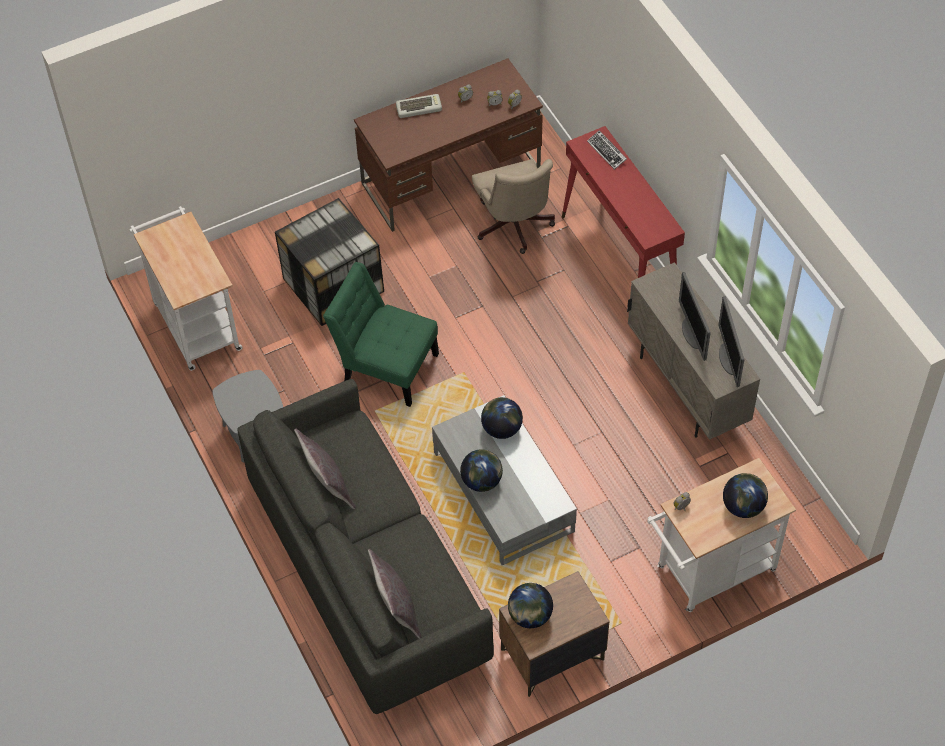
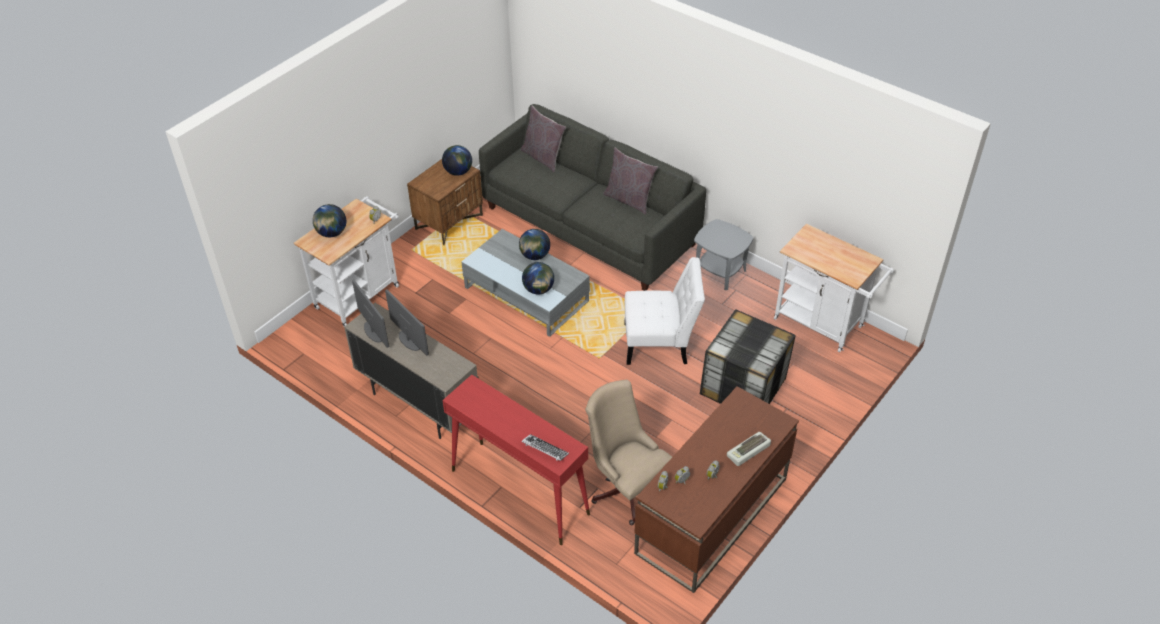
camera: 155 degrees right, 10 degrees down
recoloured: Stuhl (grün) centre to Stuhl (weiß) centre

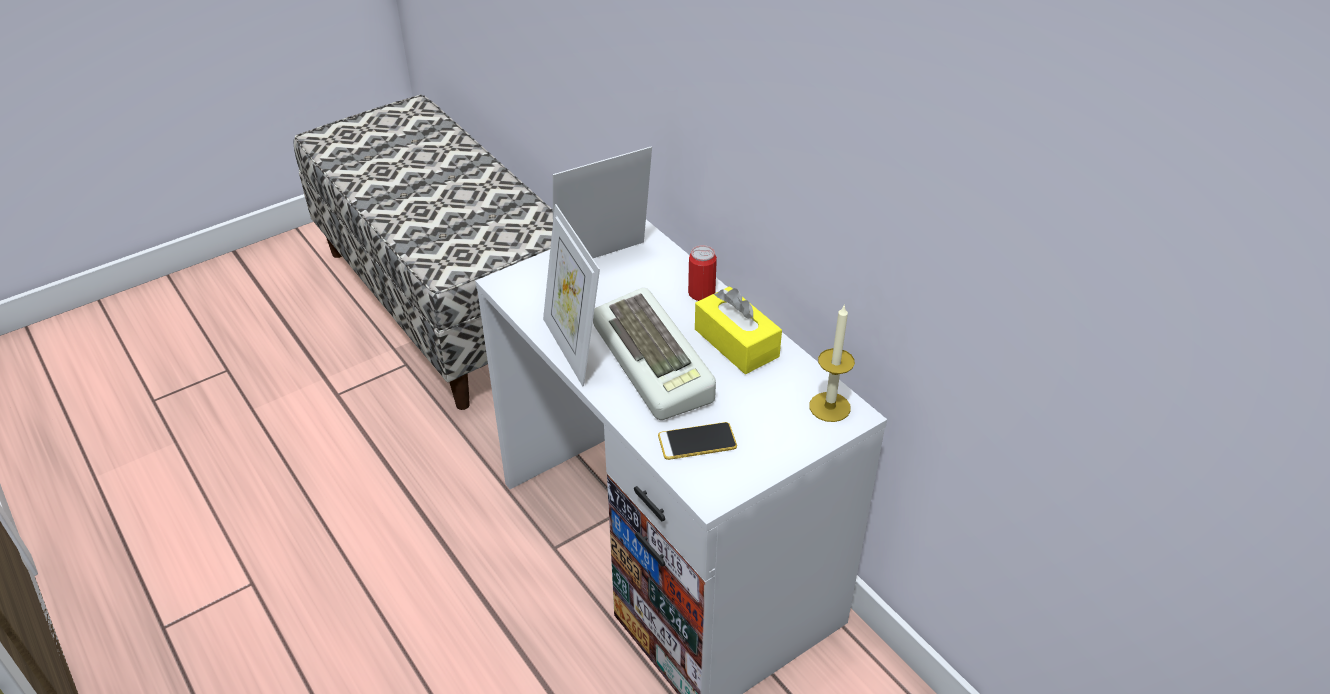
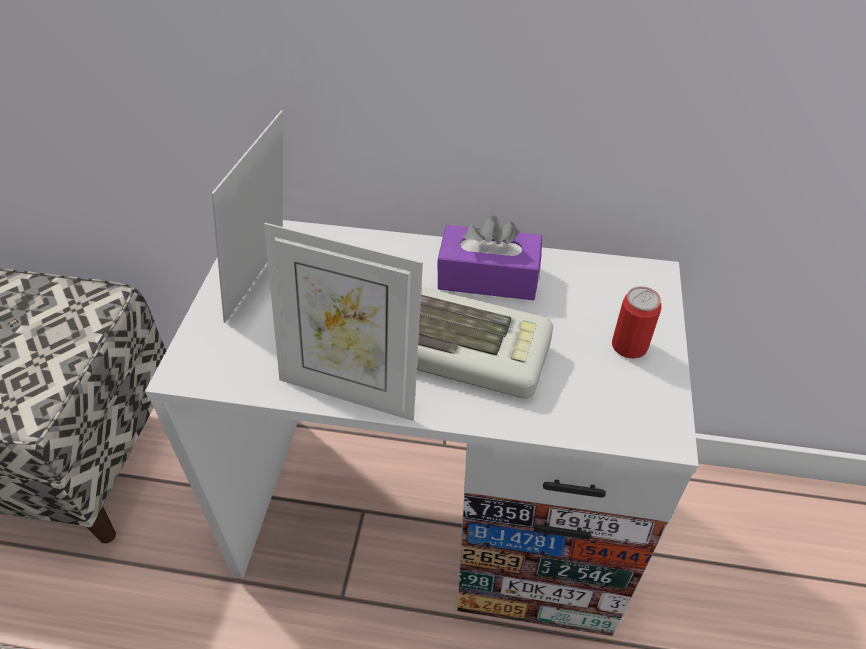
camera: 45 degrees left, 5 degrees up
removed: Handy centre; Kerze centre
moved: Dose centre to middle right
recoloured: Taschentuchbox (gelb) centre to Taschentuchbox (lila) centre

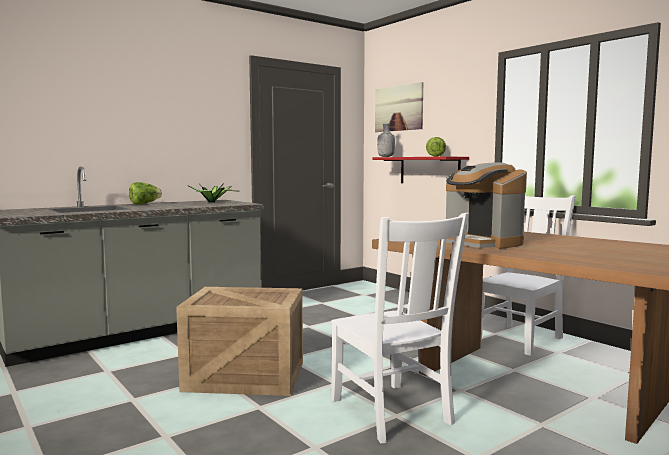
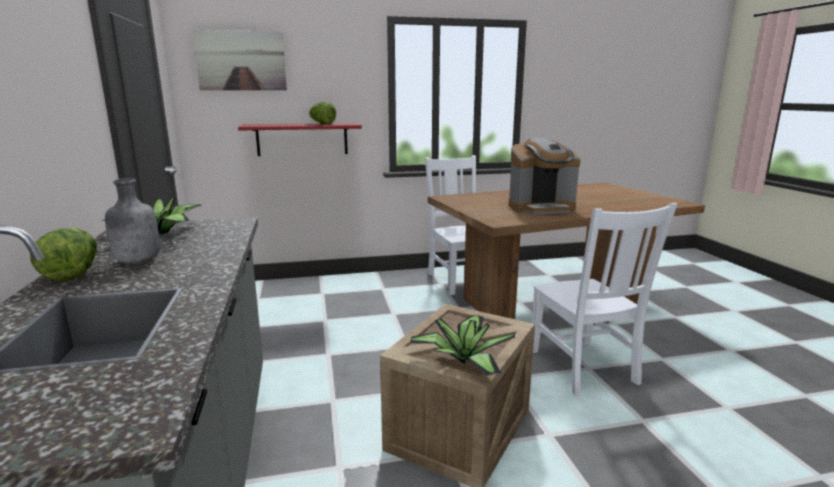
camera: 65 degrees left, 10 degrees up
added: Topfpflanze (2nd from left) bottom centre
moved: Flasche (grau) top centre to middle left
turned: Stuhl (weiß) (1st from left in the first image) bottom centre = middle right 75 degrees clockwise

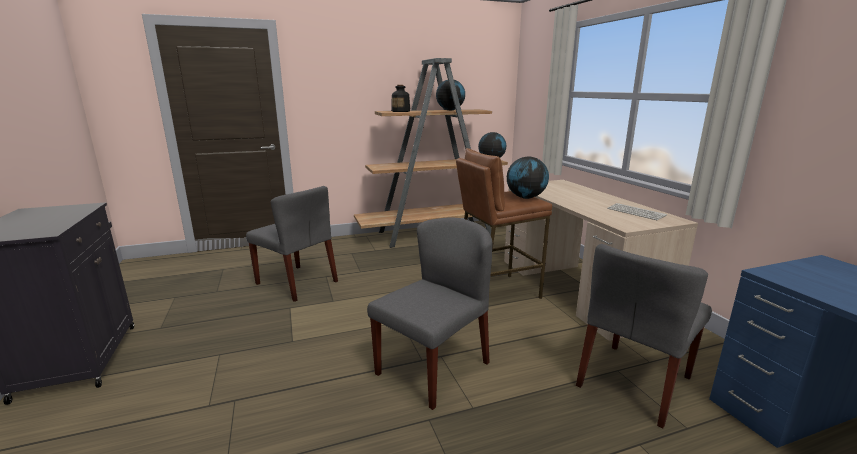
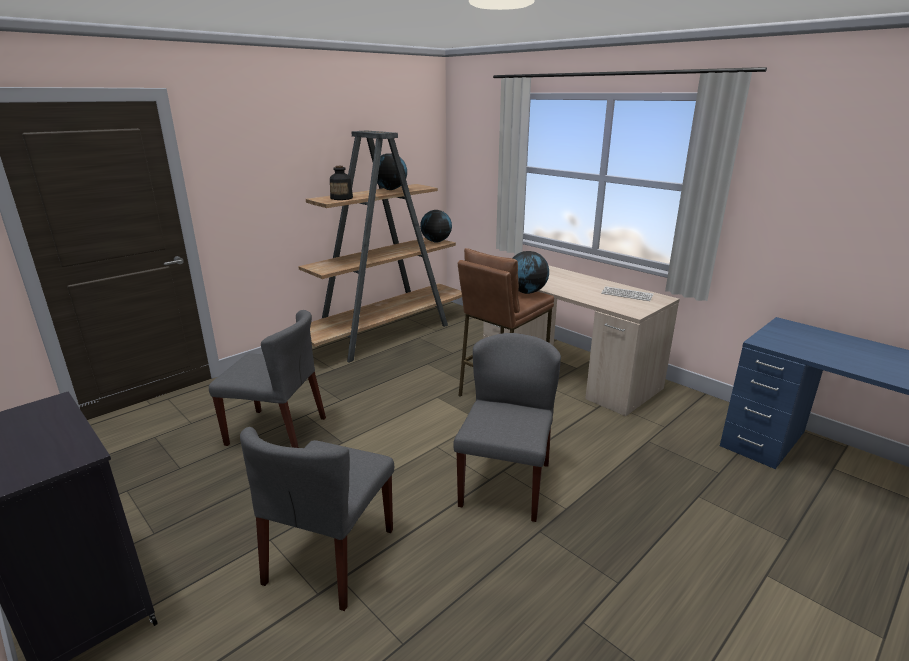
camera: 25 degrees left, 5 degrees up
moved: Stuhl (grau) (3rd from left in the first image) bottom right to Stuhl (grau) (2nd from left) bottom centre

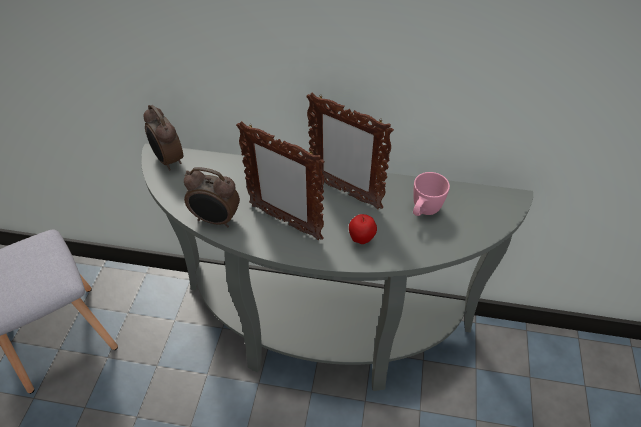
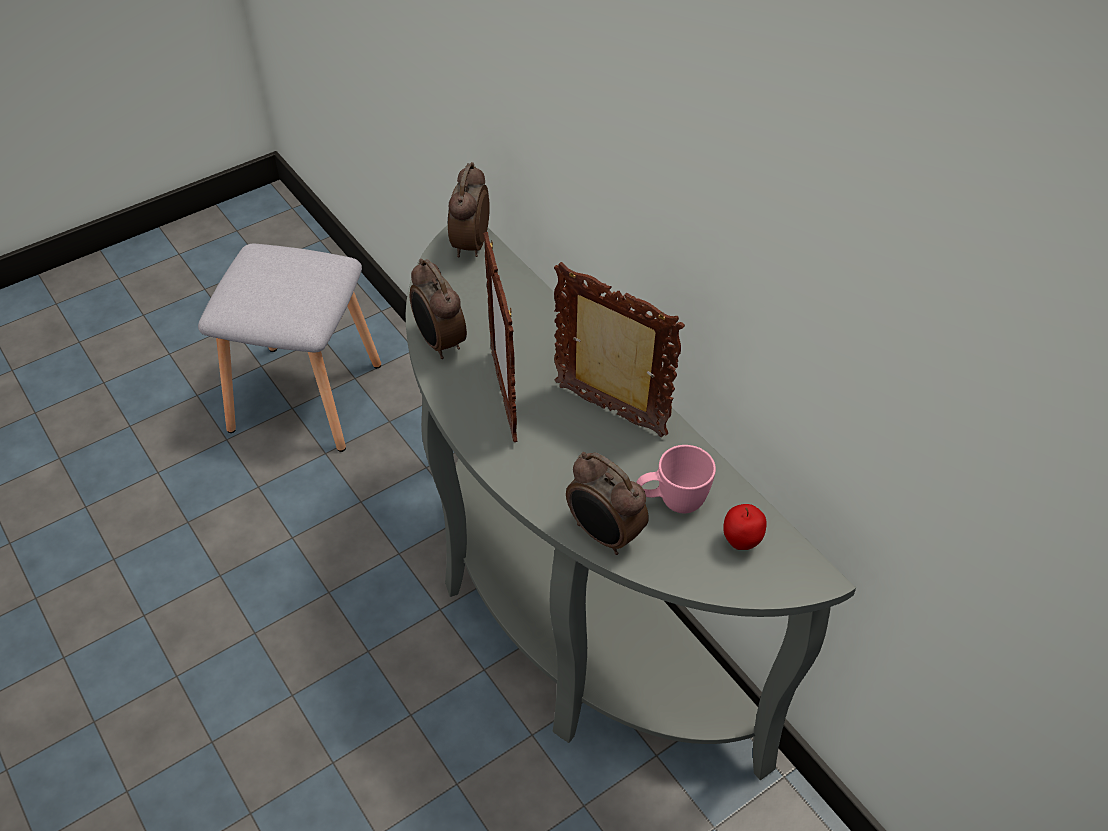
camera: 45 degrees right, 0 degrees up
added: Wecker (3rd from left) centre
moved: Apfel centre to middle right
turned: Bilderrahmen (2nd from left) centre = centre 135 degrees clockwise

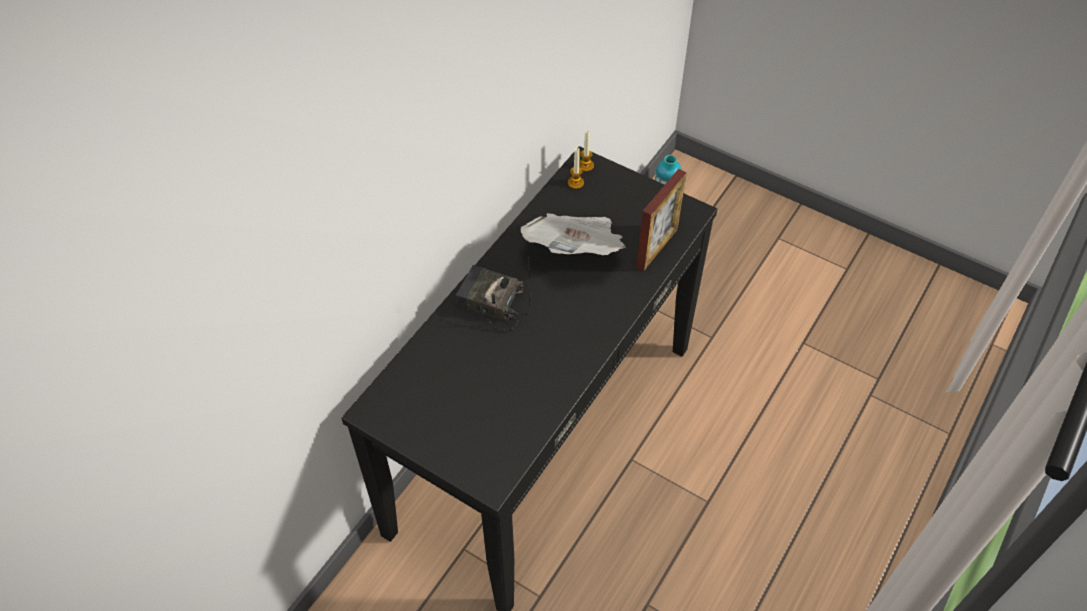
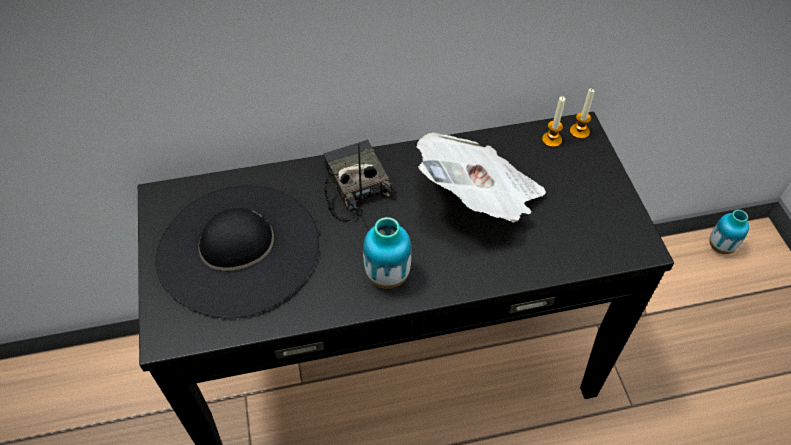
camera: 45 degrees right, 0 degrees up
removed: Bilderrahmen centre
added: Hut (schwarz) middle left; Vase (1st from left) centre

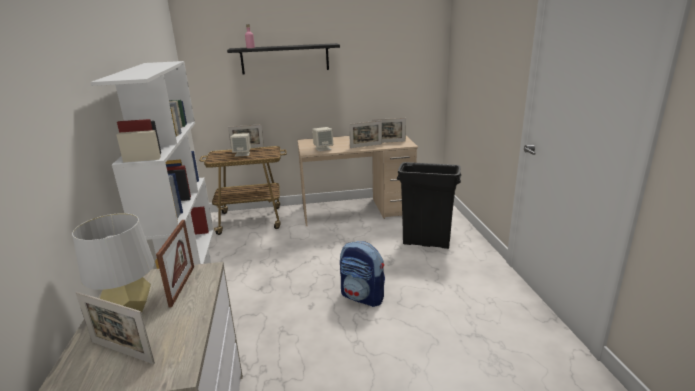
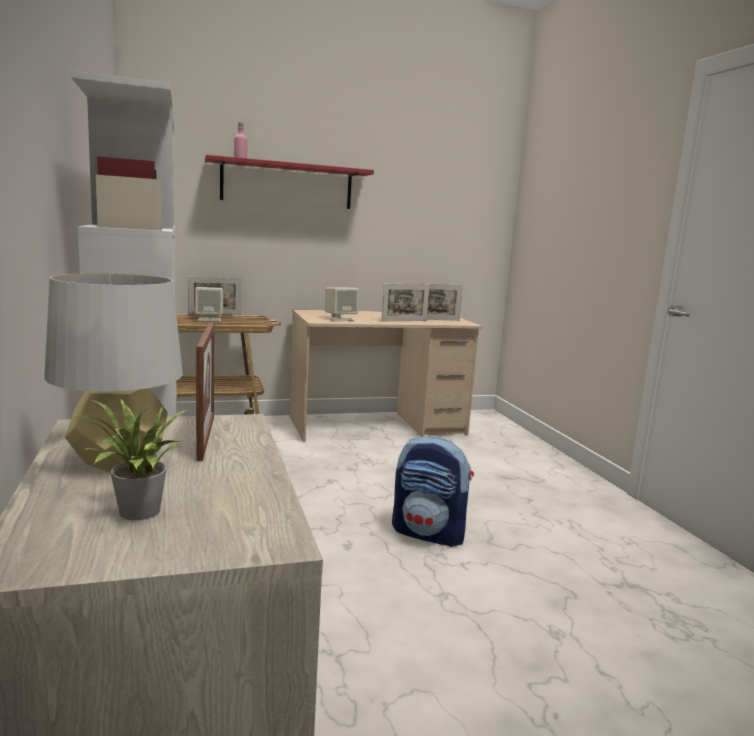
camera: 10 degrees left, 10 degrees down
removed: Mülleimer (schwarz) centre
replaced: Bilderrahmen (1st from left) bottom left to Topfpflanze middle left
recoloured: Wandregal (schwarz) top centre to Wandregal (rot) top centre

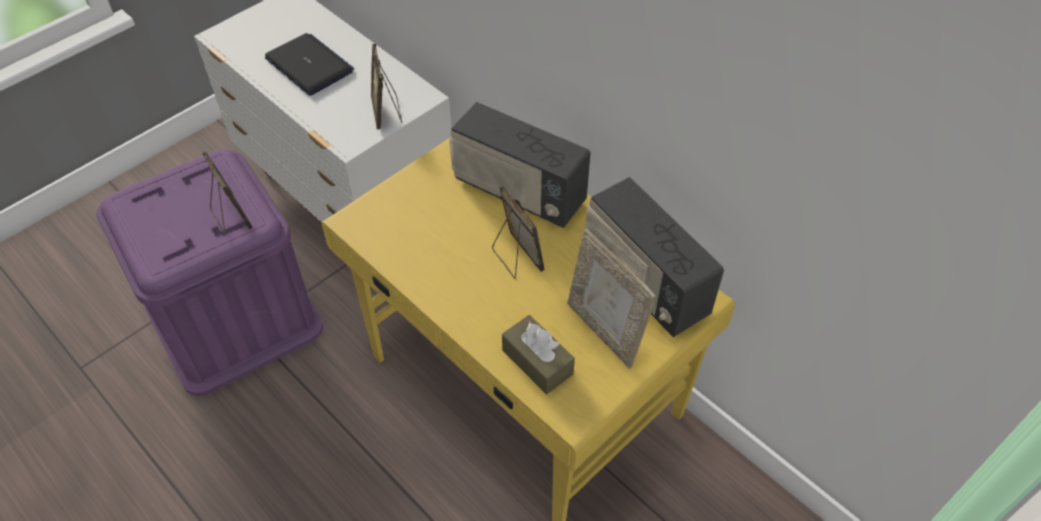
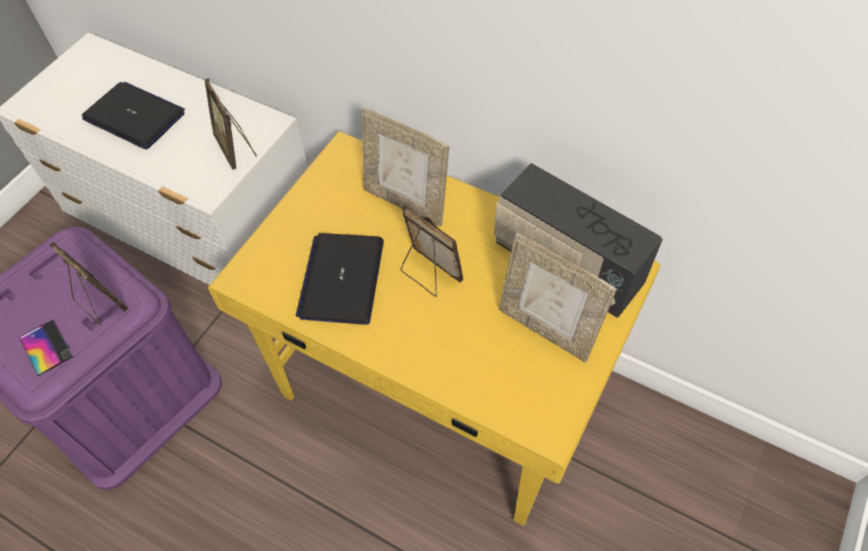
camera: 15 degrees left, 5 degrees up
removed: Taschentuchbox (braun) bottom centre
added: Handy middle left; Laptop (2nd from left) centre
replaced: Radio (1st from left) top centre to Bilderrahmen (3rd from left) top centre

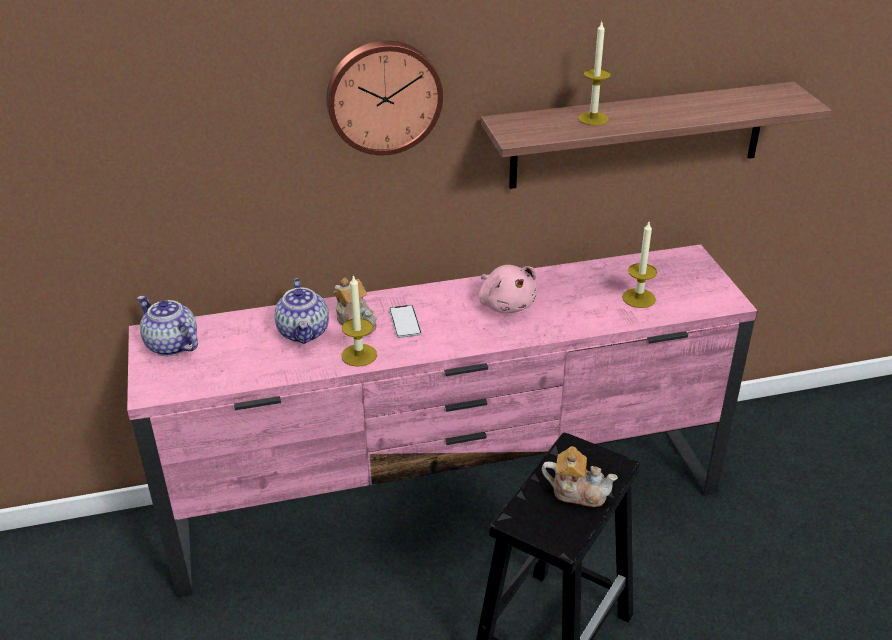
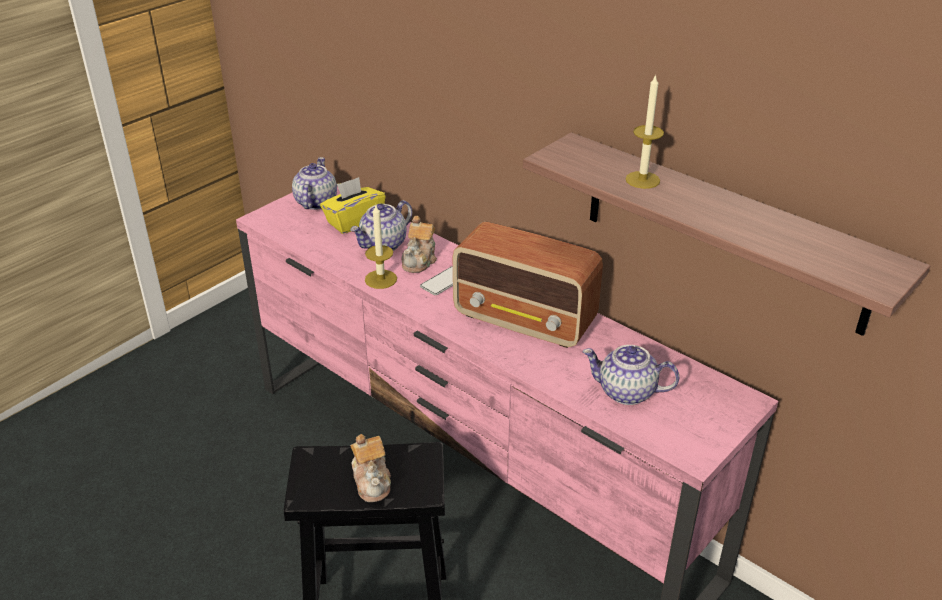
camera: 55 degrees right, 0 degrees up
removed: Wanduhr top centre
added: Taschentuchbox (gelb) centre
replaced: Plüschtier (rosa) centre to Radio centre; Kerze (3rd from left) middle right to Teekanne (5th from left) middle right

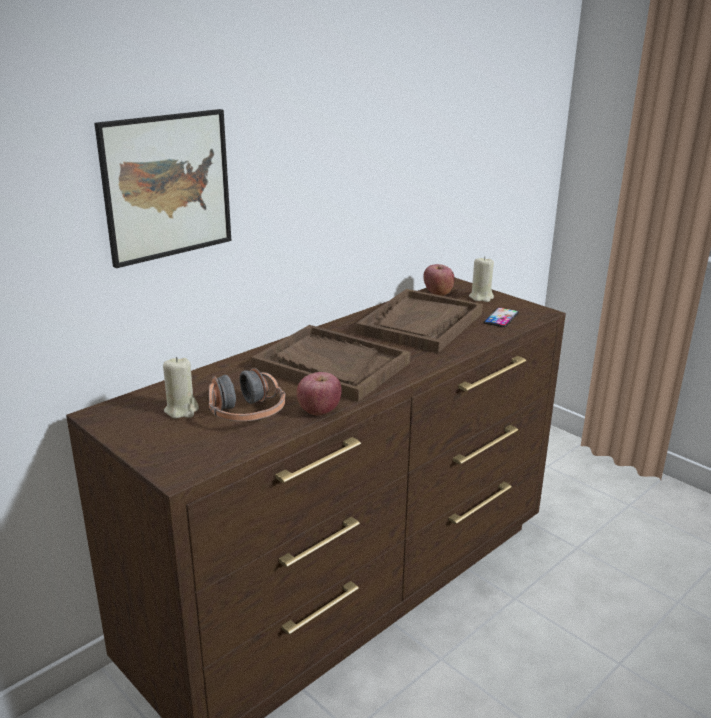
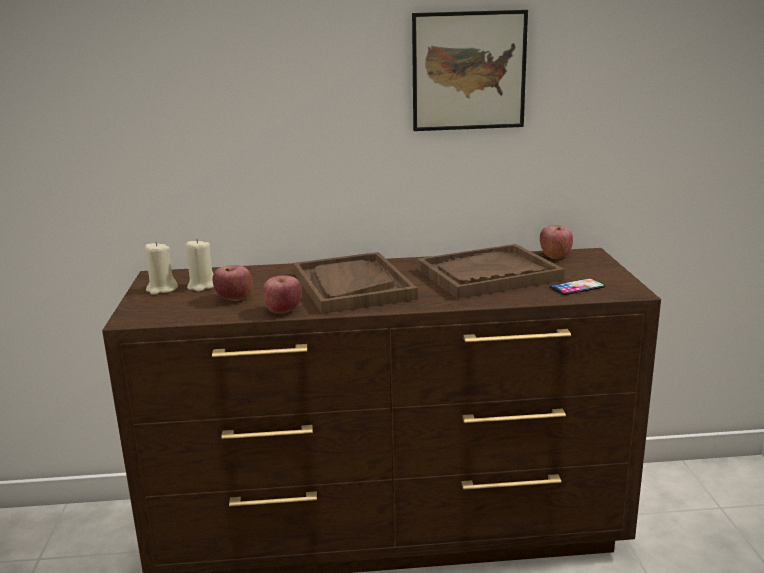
camera: 40 degrees right, 5 degrees down
moved: Kerze (beige) (2nd from left in the first image) middle right to Kerze (beige) (1st from left) middle left; Bild top left to top centre
replaced: Kopfhörer centre to Apfel (1st from left) middle left

